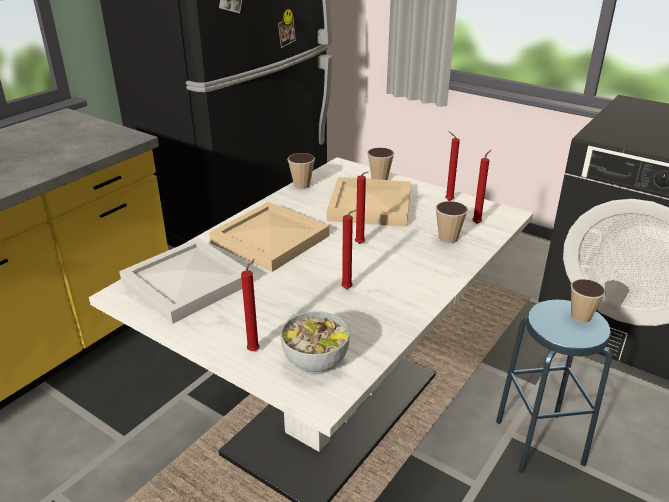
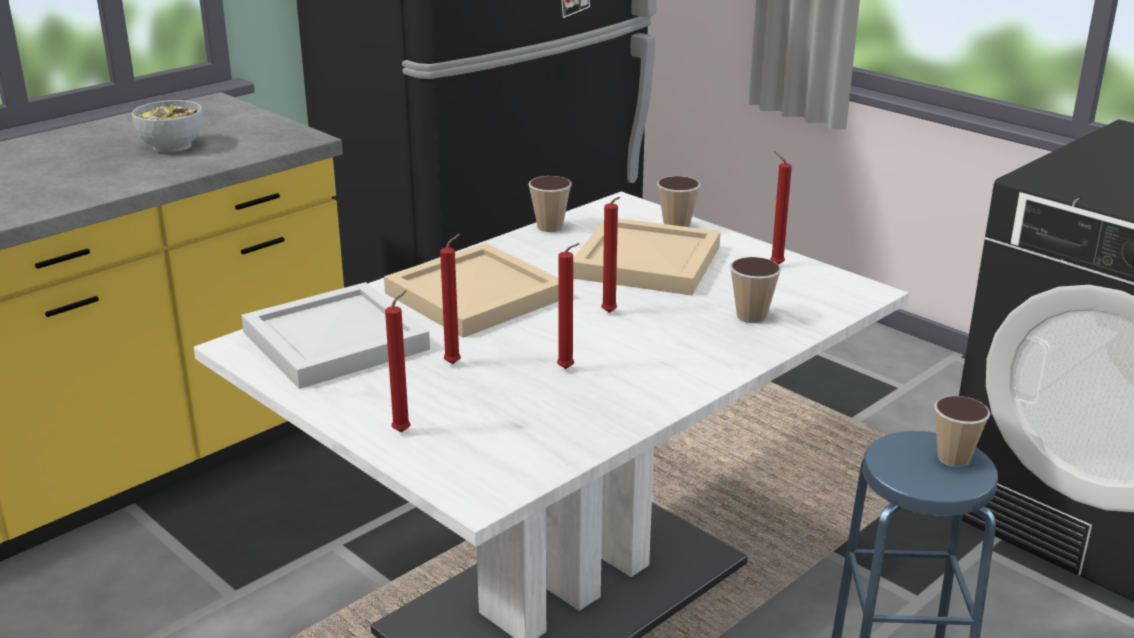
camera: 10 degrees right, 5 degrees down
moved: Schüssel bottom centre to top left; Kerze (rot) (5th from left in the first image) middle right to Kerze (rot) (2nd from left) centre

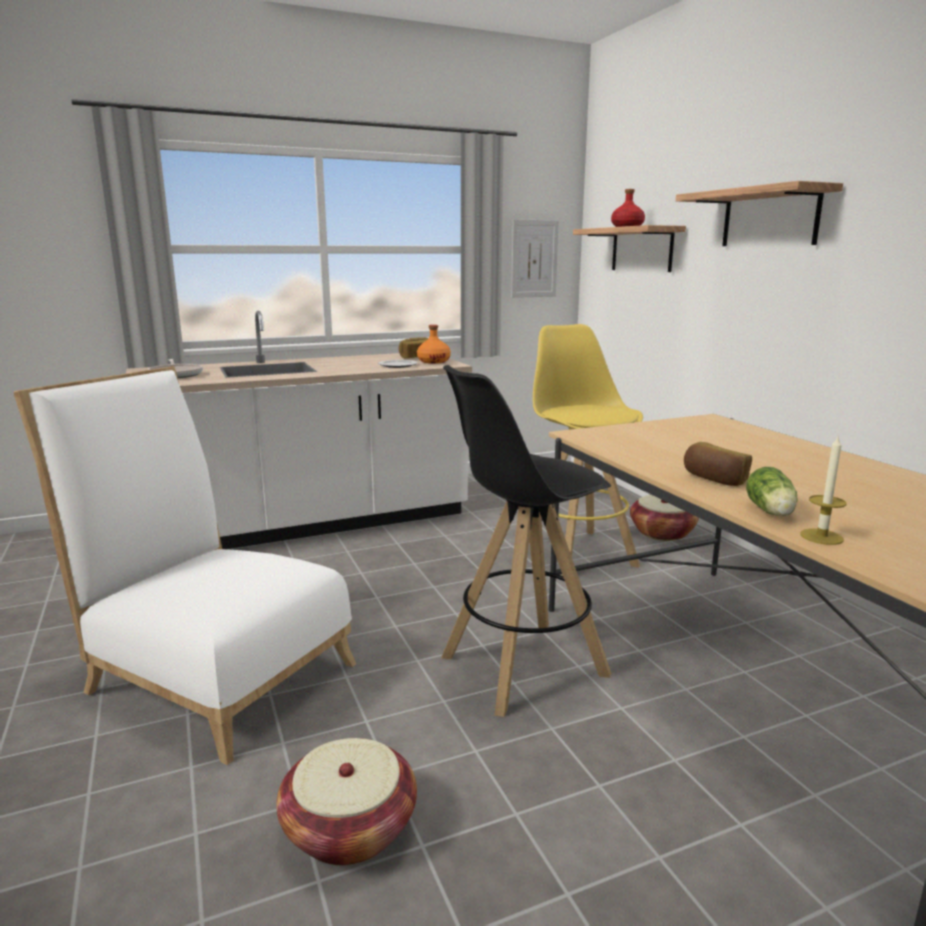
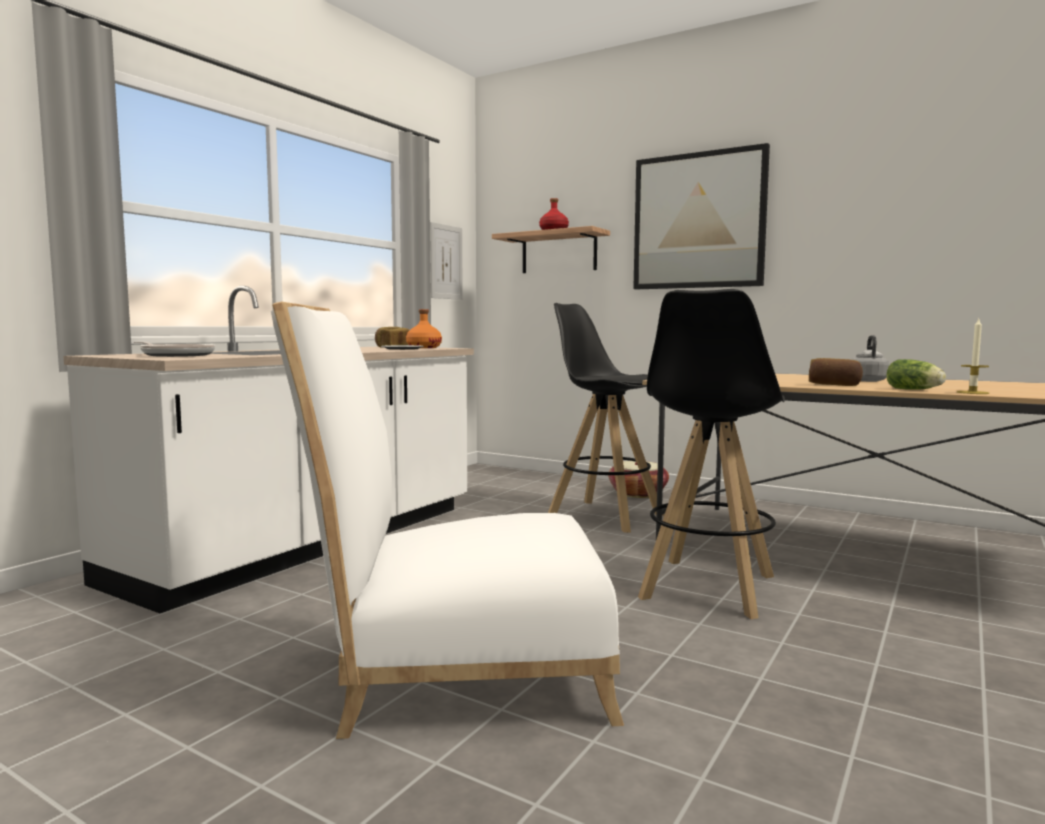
camera: 35 degrees left, 10 degrees down
removed: Korb (1st from left) bottom centre
added: Wasserkessel (grau) middle right
replaced: Wandregal (2nd from left) top right to Bild (2nd from left) top right
recoloured: Hocker (gelb) centre to Hocker (schwarz) (1st from left) centre

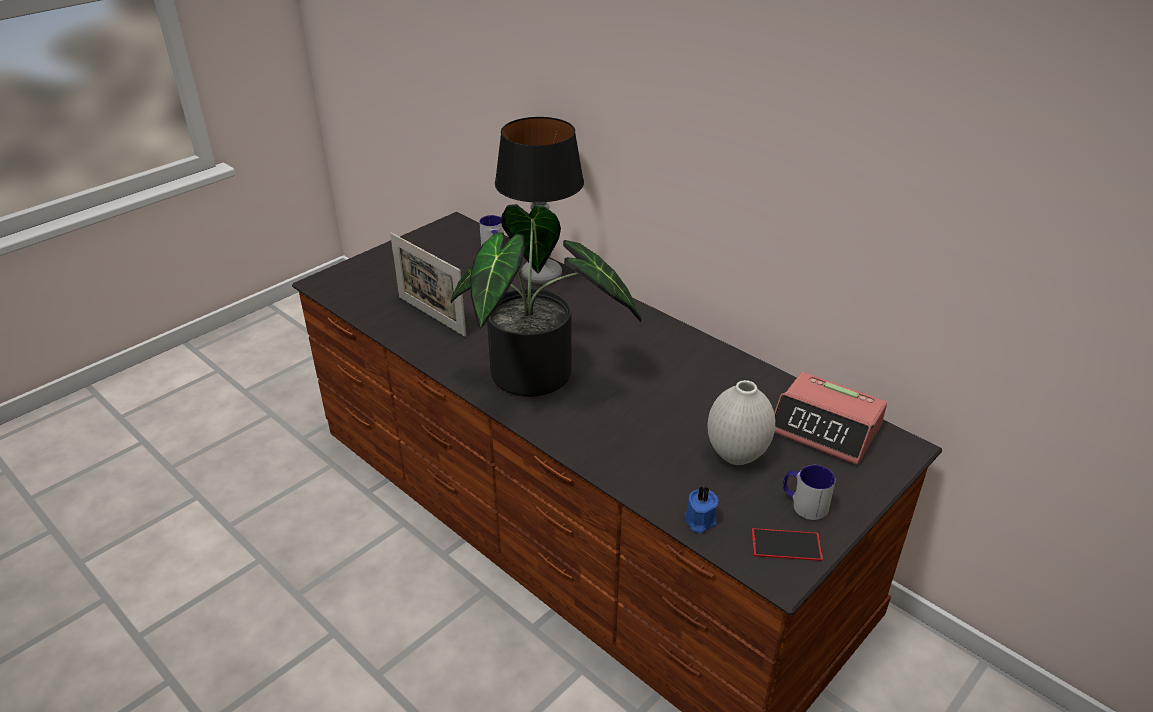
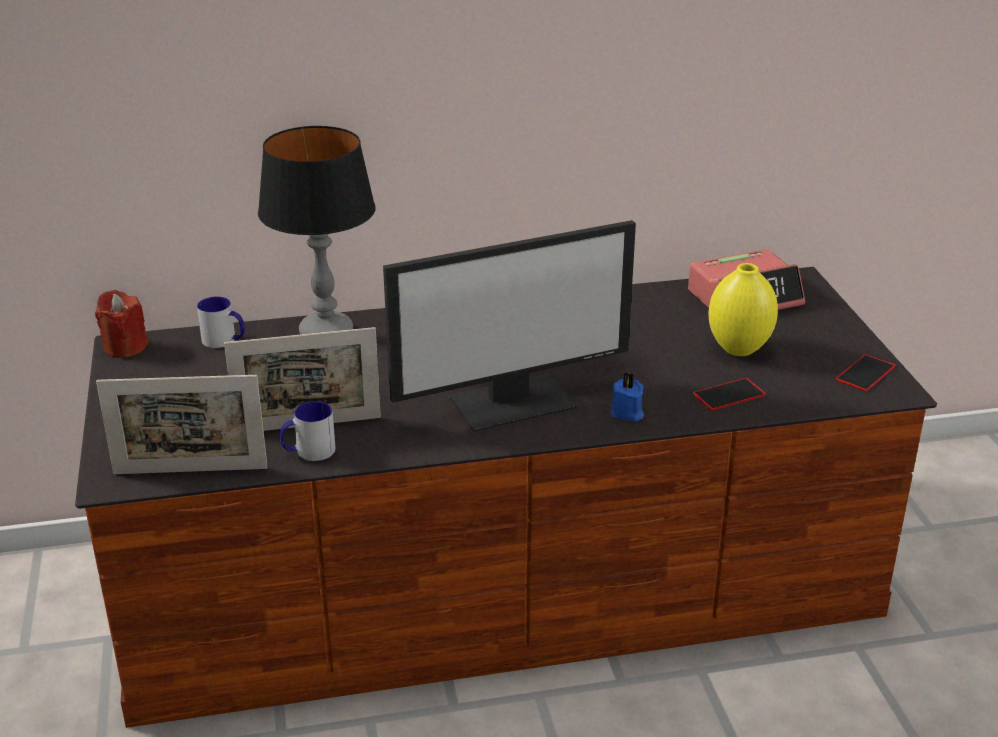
camera: 55 degrees left, 5 degrees down
added: Kerze (rot) middle left; Bilderrahmen (1st from left) middle left; Handy (1st from left) middle right
moved: Henkelbecher (2nd from left) bottom right to middle left; Kerze (blau) bottom centre to centre
replaced: Topfpflanze centre to Monitor centre
recoloured: Vase (weiß) centre to Vase (gelb) middle right

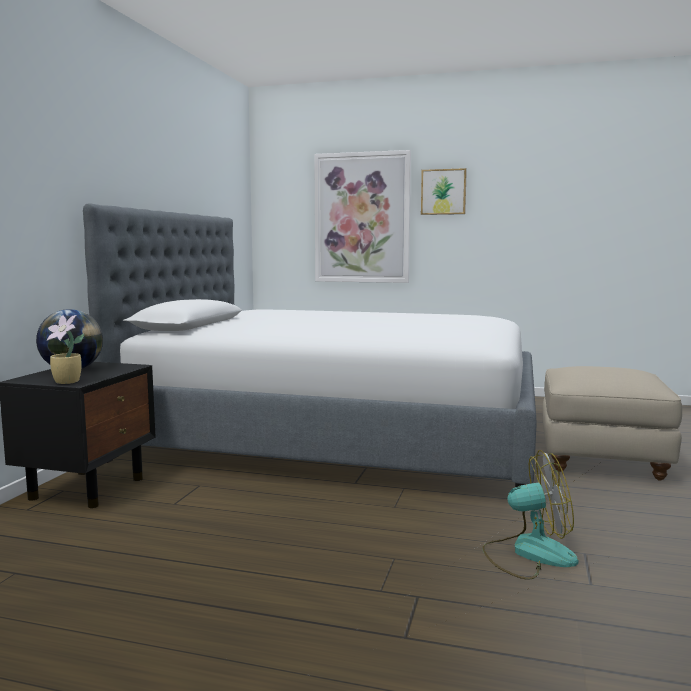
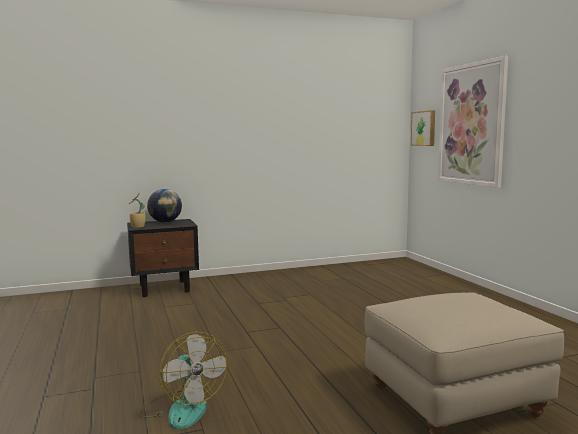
camera: 55 degrees right, 0 degrees up
removed: Bett centre
moved: Bild (2nd from left in the first image) top centre to Bild (1st from left) top right

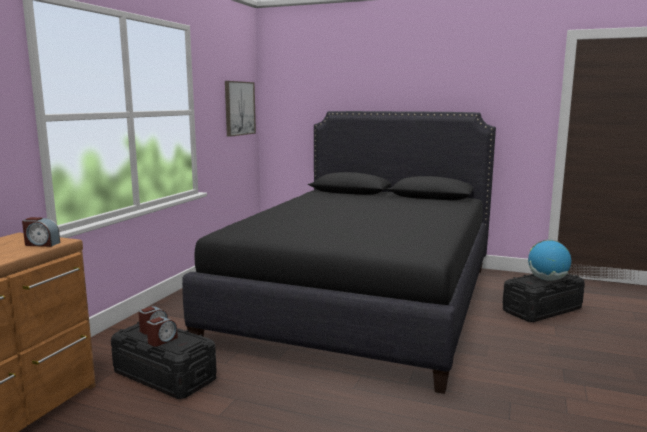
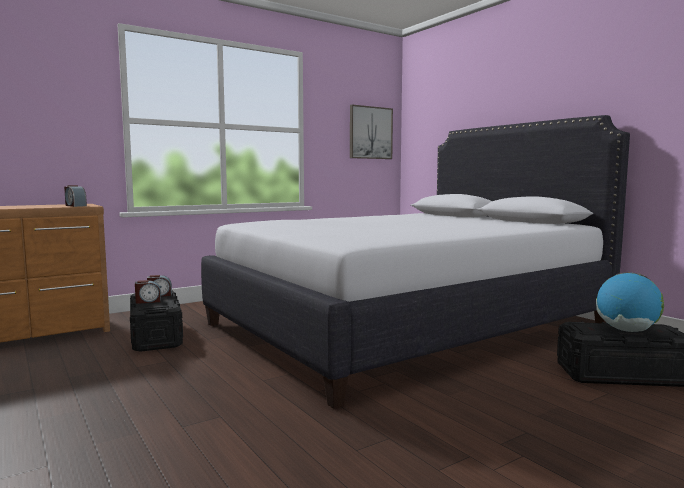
camera: 35 degrees right, 5 degrees down
recoloured: Bett (schwarz) centre to Bett (weiß) centre

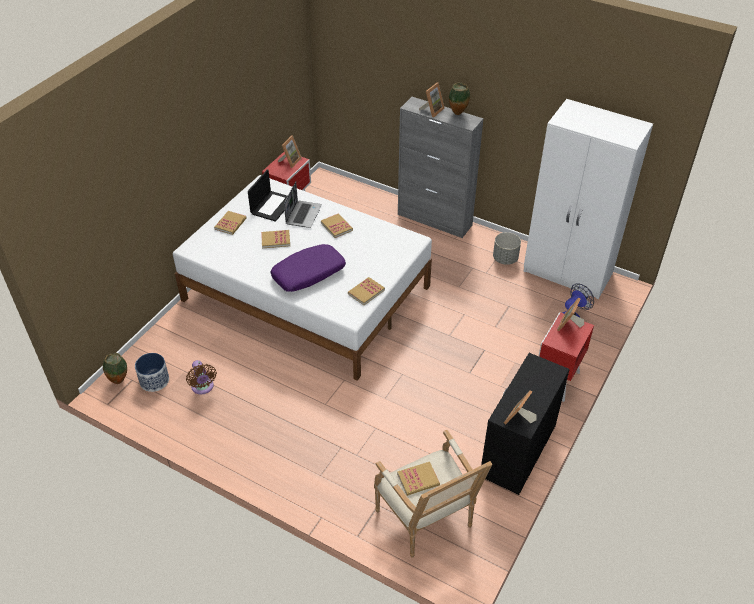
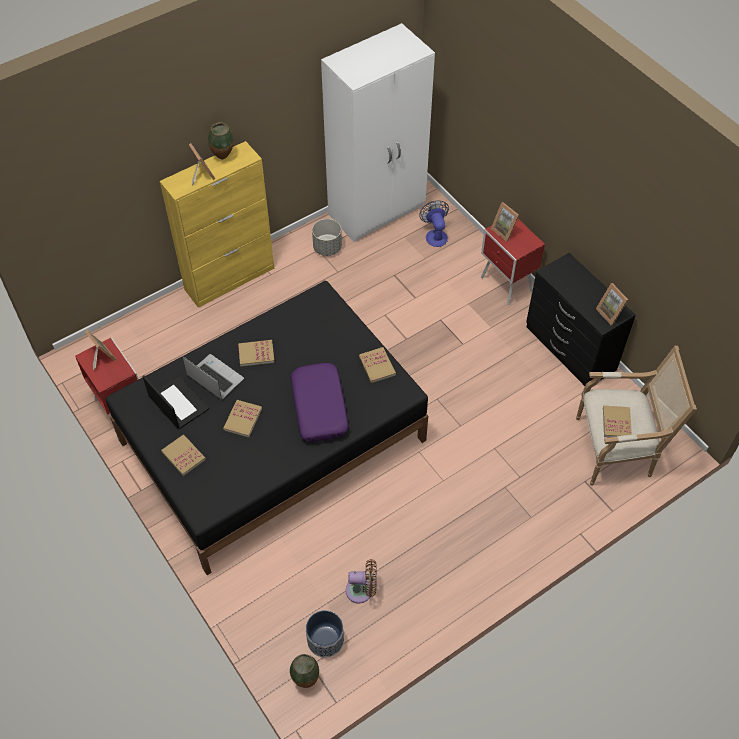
camera: 65 degrees left, 10 degrees up
recoloured: Bett (weiß) centre to Bett (schwarz) centre; Schrank (grau) top centre to Schrank (gelb) top left

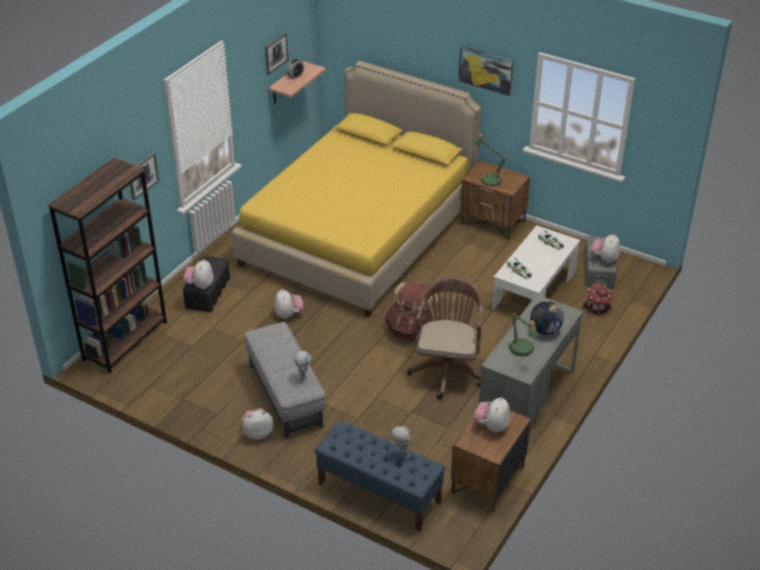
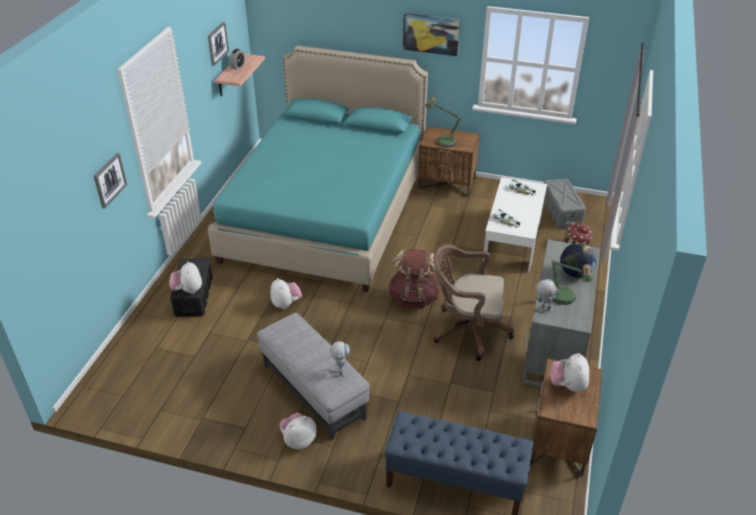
camera: 15 degrees left, 0 degrees up
removed: Bücherregal (braun) middle left; Plüschtier (5th from left) middle right
moved: Spielzeugroboter (2nd from left) bottom centre to middle right
recoloured: Bett (gelb) top centre to Bett (türkis) top centre
turned: Bürostuhl (braun) centre = centre 75 degrees counterclockwise

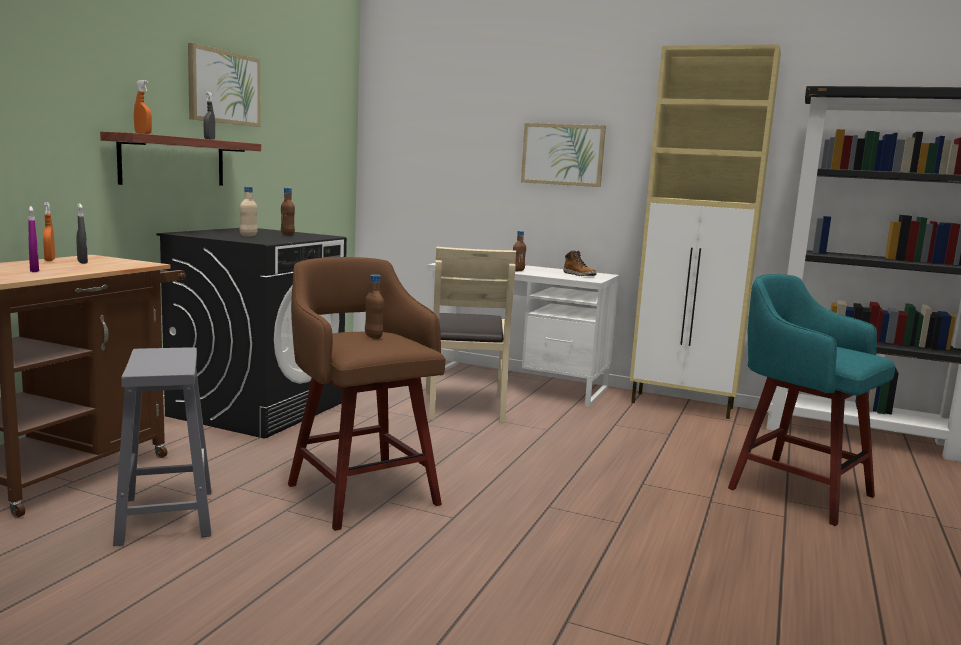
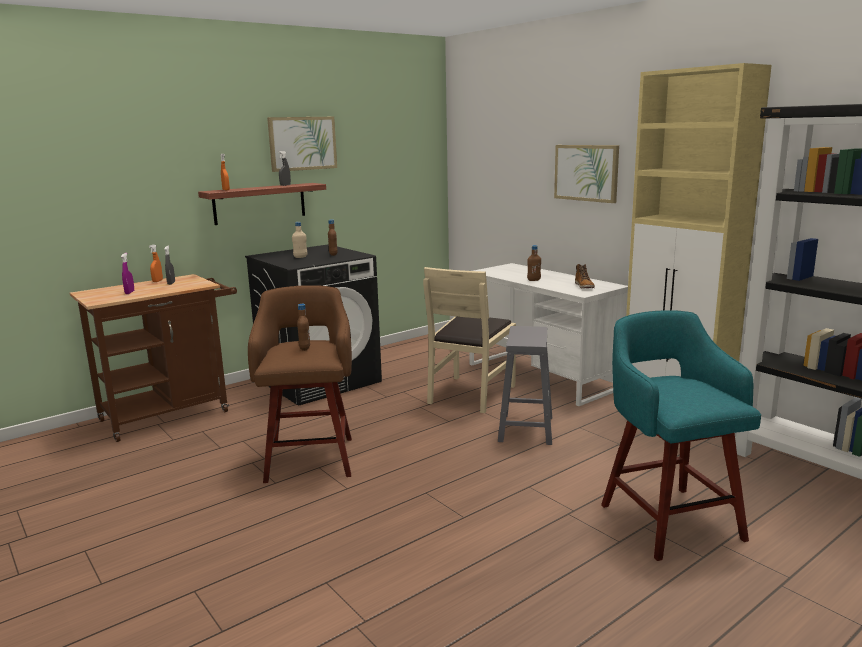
camera: 30 degrees right, 5 degrees up
moved: Hocker (grau) bottom left to centre

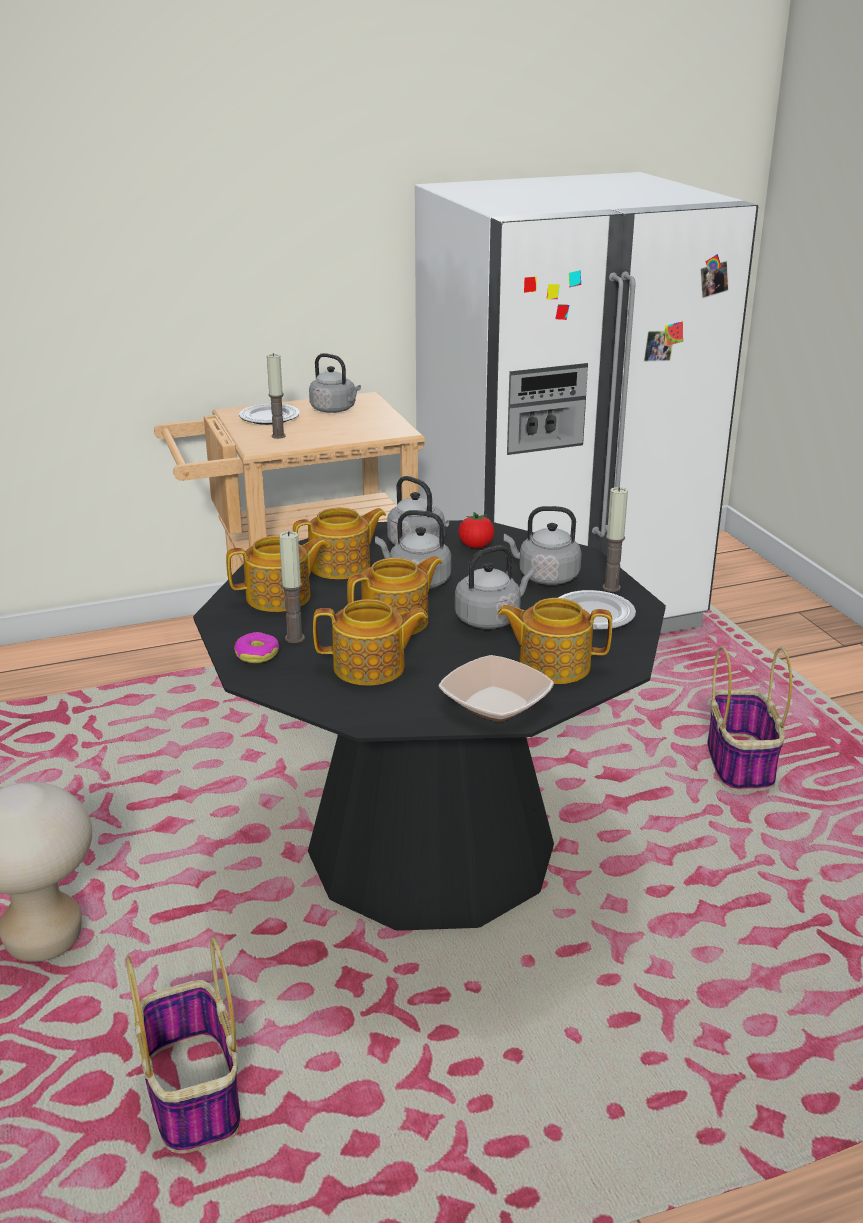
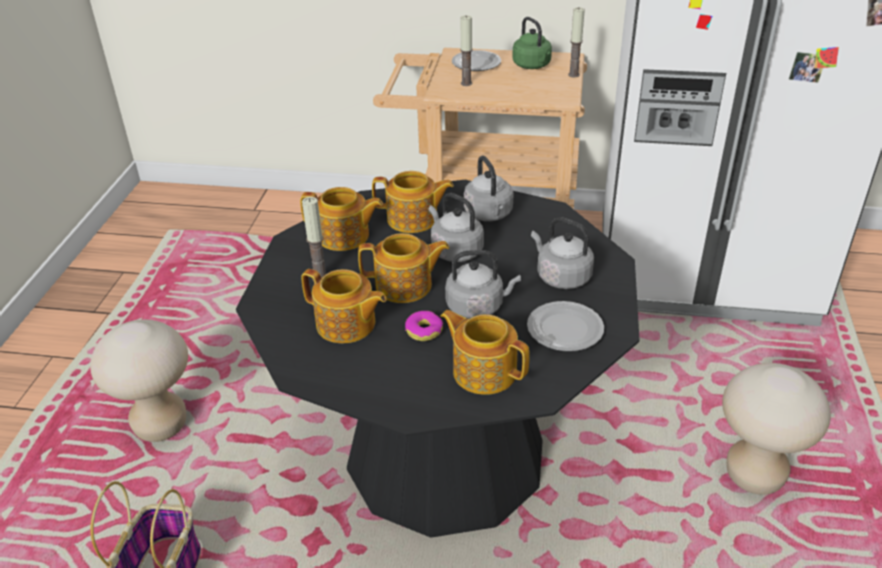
camera: 30 degrees right, 10 degrees up
removed: Schüssel centre; Tomate centre
moved: Donut middle left to centre; Kerze (3rd from left) middle right to top centre
replaced: Korb (2nd from left) middle right to Hocker (beige) (2nd from left) bottom right
recoloured: Wasserkessel (grau) (1st from left) top centre to Wasserkessel (grün) top centre

